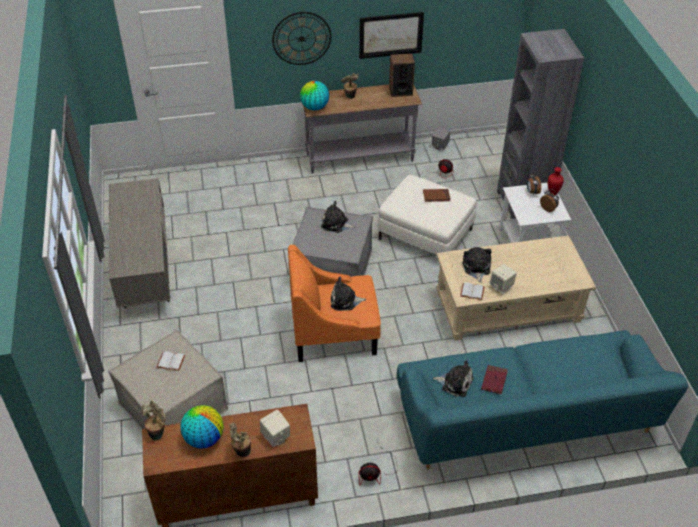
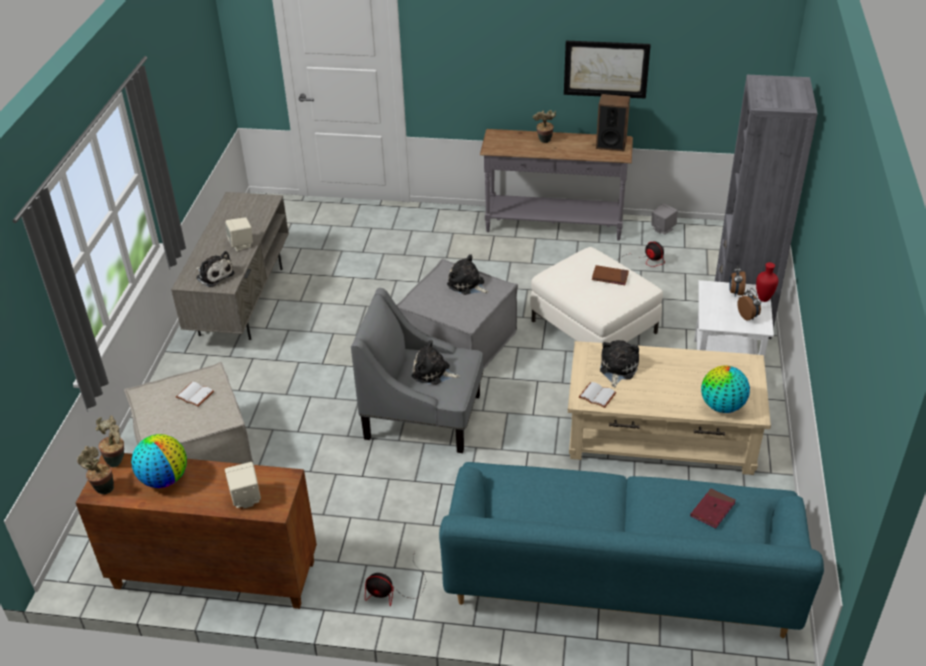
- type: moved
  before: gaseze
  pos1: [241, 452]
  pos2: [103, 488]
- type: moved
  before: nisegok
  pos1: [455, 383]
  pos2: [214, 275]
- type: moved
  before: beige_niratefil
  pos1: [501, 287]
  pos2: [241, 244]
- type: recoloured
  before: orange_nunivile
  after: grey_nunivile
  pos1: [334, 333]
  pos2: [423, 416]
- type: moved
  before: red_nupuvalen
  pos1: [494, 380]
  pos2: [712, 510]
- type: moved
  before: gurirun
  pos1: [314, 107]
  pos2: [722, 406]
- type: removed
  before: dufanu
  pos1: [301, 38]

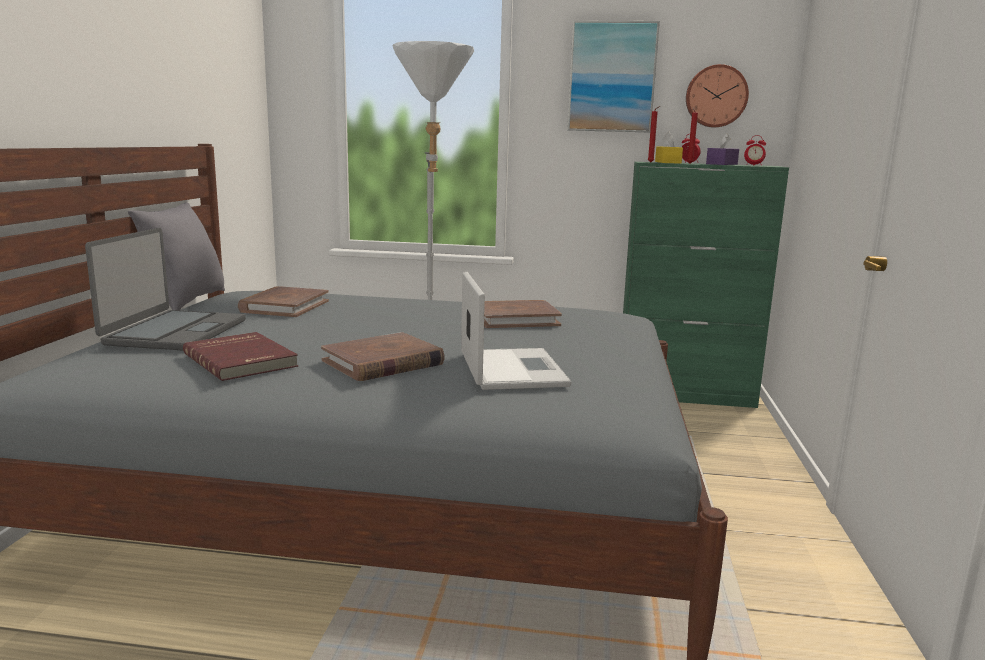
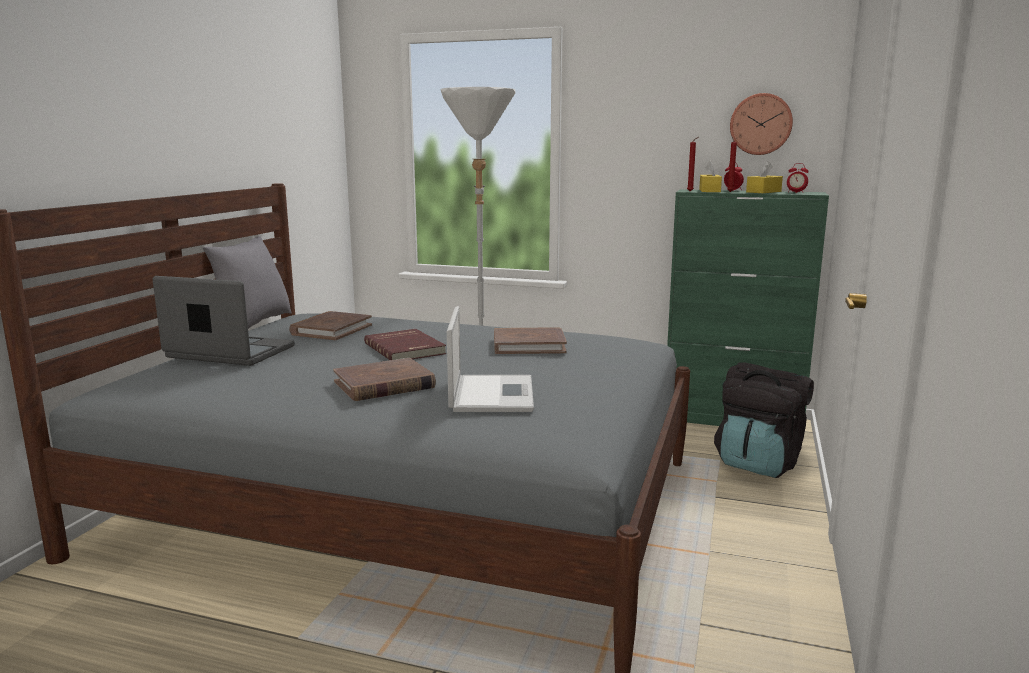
- type: turned
  before: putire
  pos1: [175, 332]
  pos2: [229, 352]
  turn: -90
- type: moved
  before: red_nupuvalen
  pos1: [242, 360]
  pos2: [406, 348]
- type: added
  after: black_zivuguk
  pos2: [759, 463]
- type: recoloured
  before: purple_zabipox
  after: yellow_zabipox
  pos1: [721, 164]
  pos2: [763, 192]
- type: removed
  before: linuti
  pos1: [612, 77]

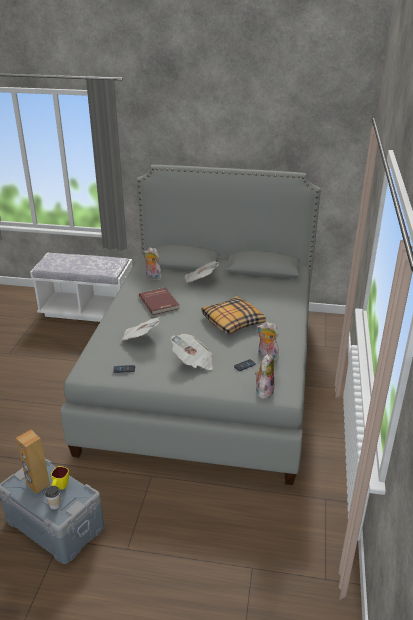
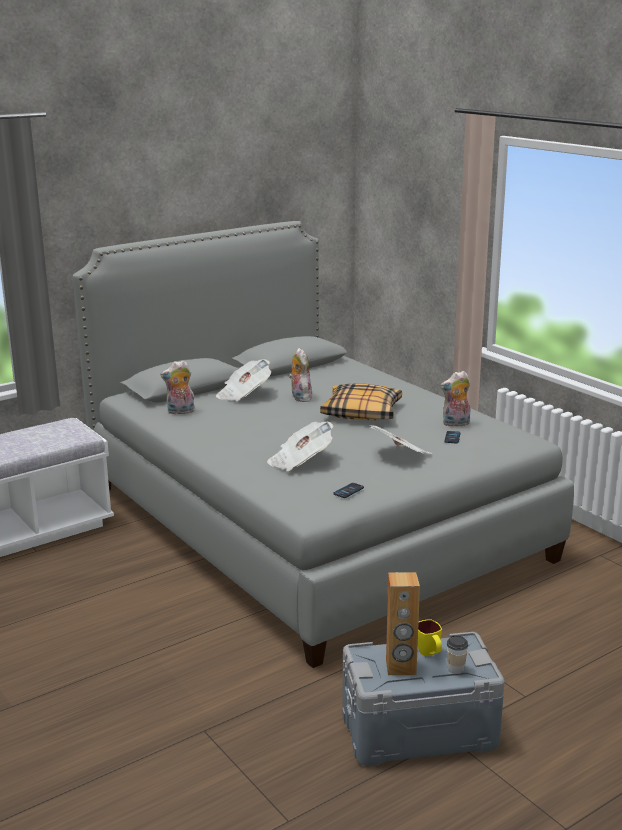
- type: moved
  before: nisegok
  pos1: [264, 391]
  pos2: [299, 397]
- type: removed
  before: red_nupuvalen
  pos1: [159, 302]

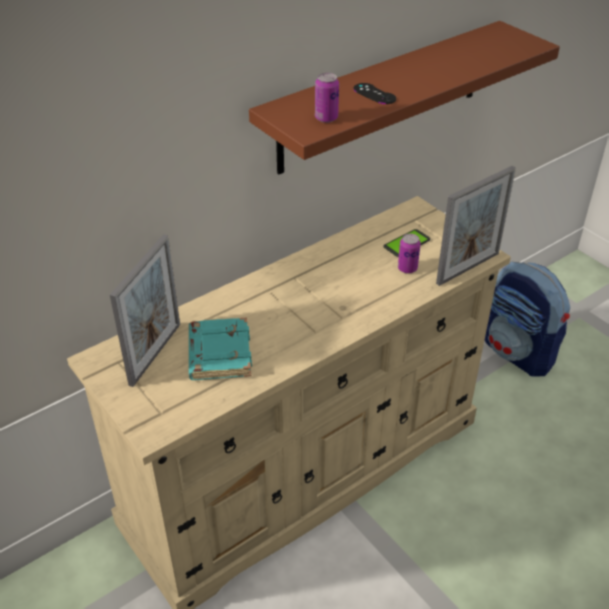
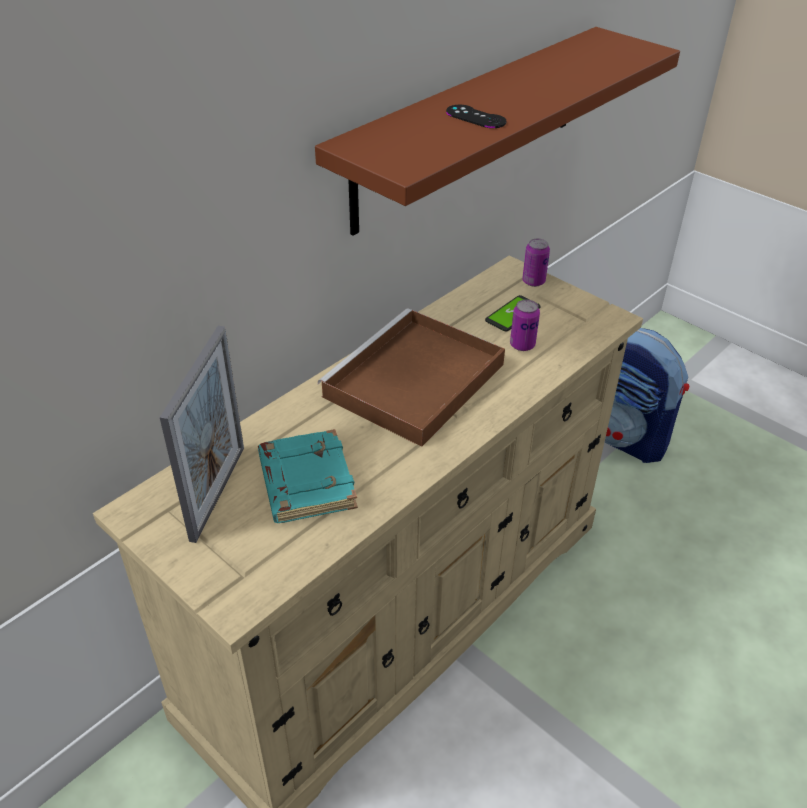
- type: added
  after: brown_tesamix
  pos2: [413, 382]
- type: moved
  before: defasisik
  pos1: [326, 118]
  pos2: [533, 281]
- type: removed
  before: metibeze
  pos1: [468, 268]

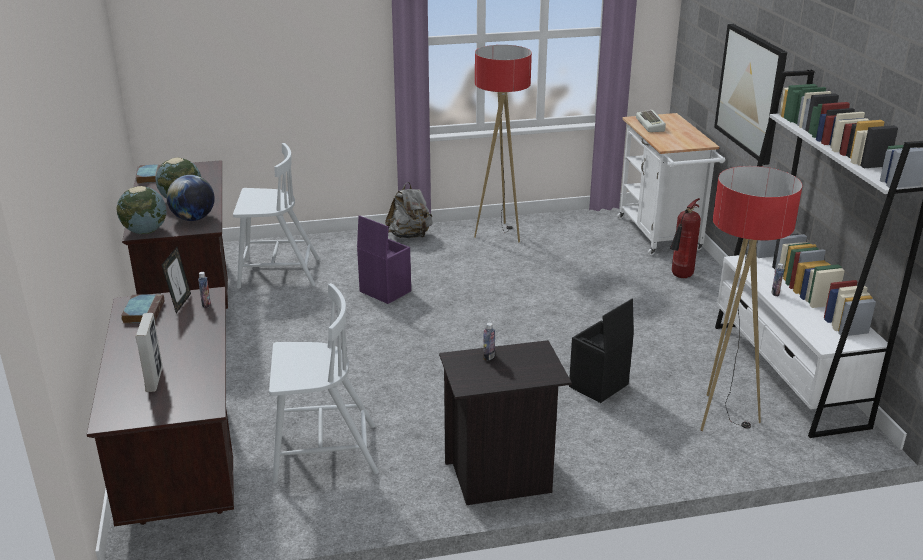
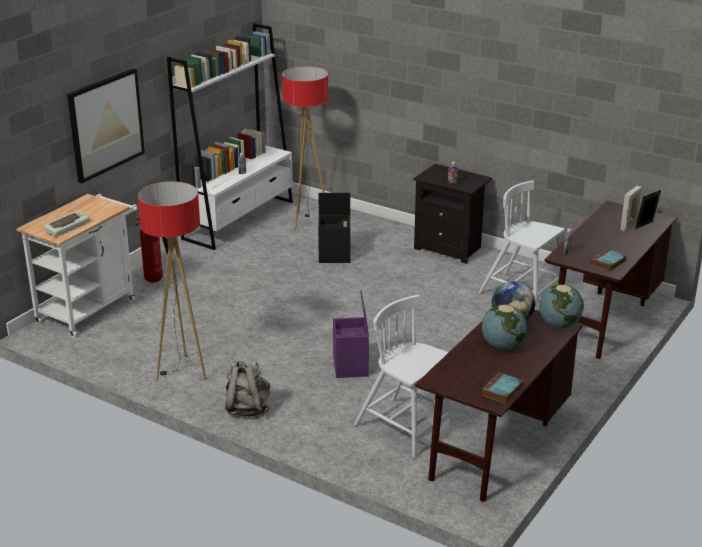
- type: moved
  before: metibeze
  pos1: [180, 303]
  pos2: [645, 226]

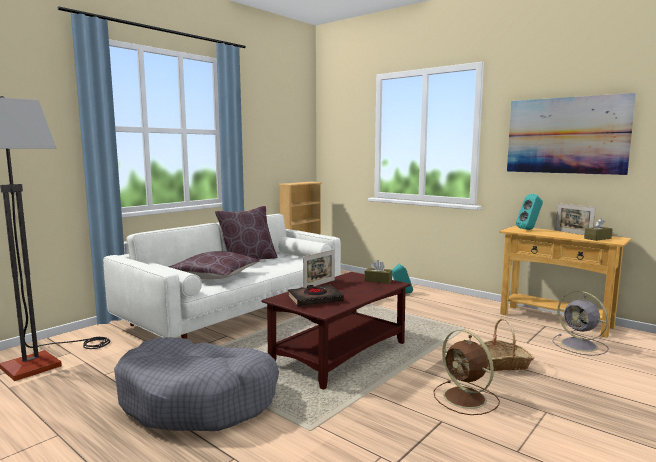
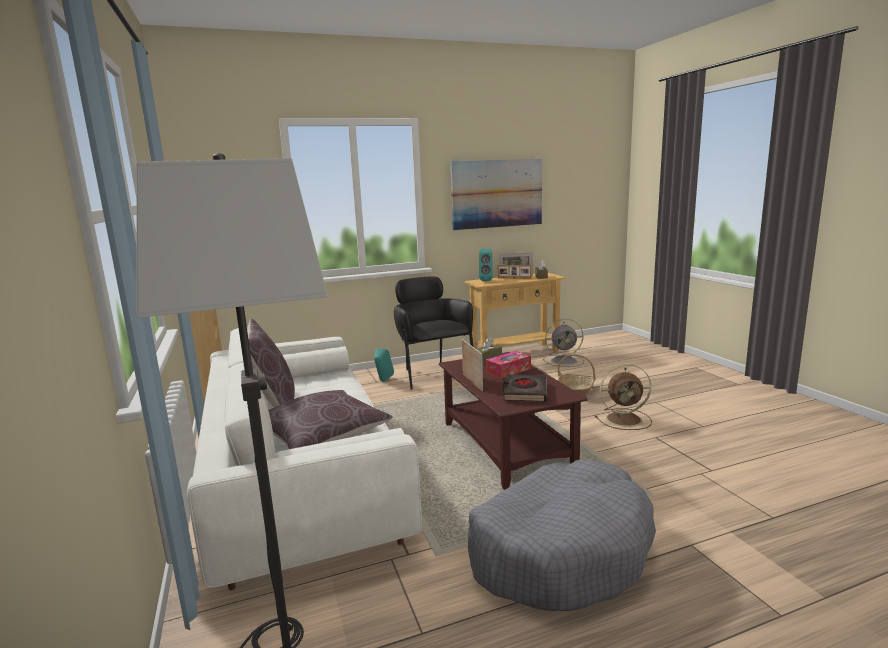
- type: added
  after: black_nunivile
  pos2: [432, 373]
- type: added
  after: zabipox
  pos2: [508, 370]
- type: added
  after: metibeze
  pos2: [514, 278]

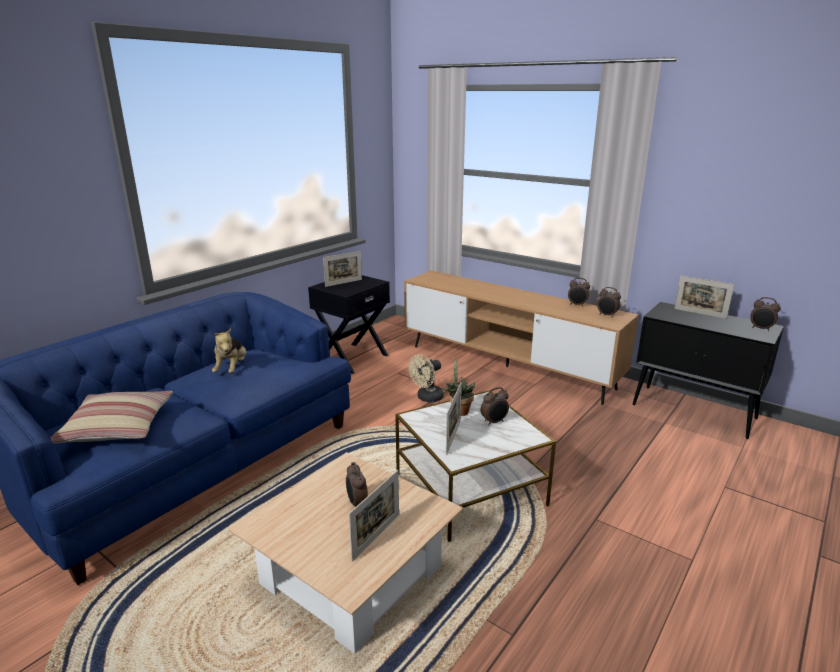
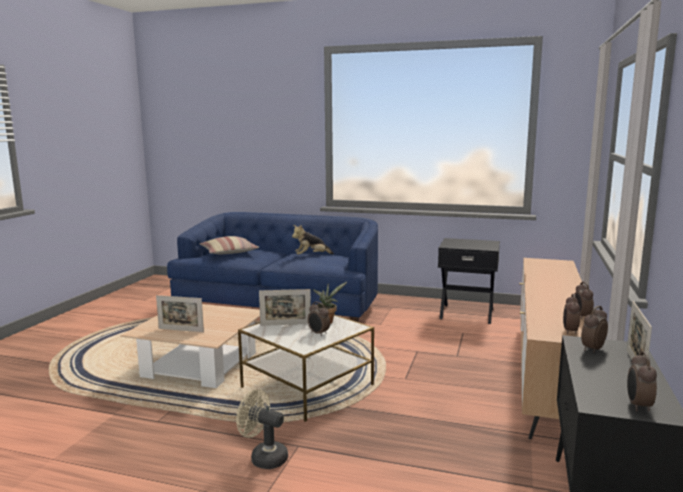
- type: moved
  before: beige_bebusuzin
  pos1: [427, 398]
  pos2: [264, 457]
- type: moved
  before: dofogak
  pos1: [356, 503]
  pos2: [592, 349]
- type: removed
  before: metibeze
  pos1: [343, 283]

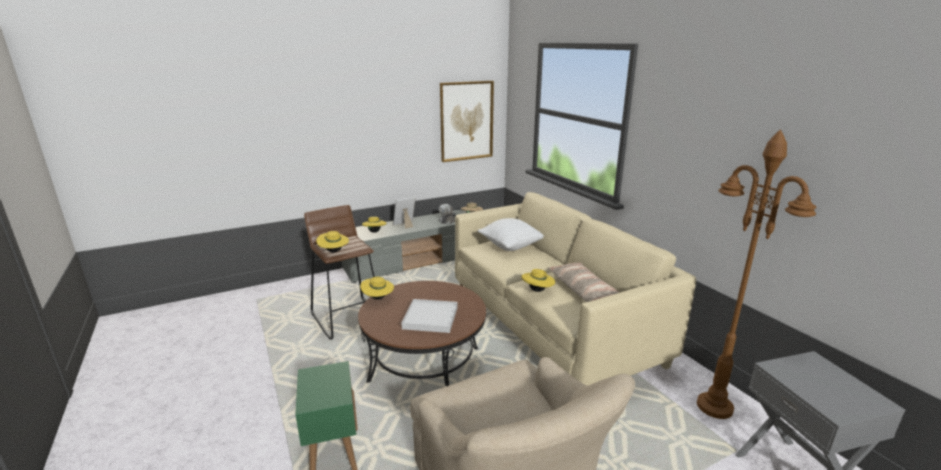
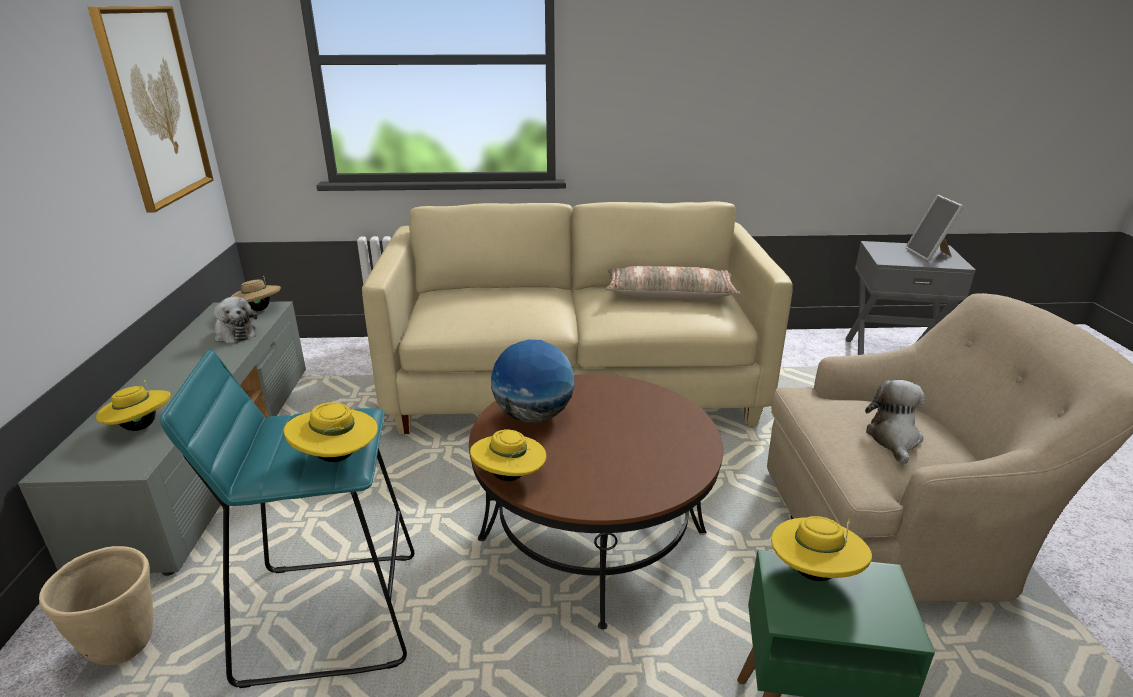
- type: added
  after: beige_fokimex
  pos2: [124, 646]
- type: recoloured
  before: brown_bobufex
  after: turquoise_bobufex
  pos1: [348, 318]
  pos2: [330, 615]
- type: added
  after: gurirun
  pos2: [533, 416]
- type: moved
  before: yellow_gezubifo
  pos1: [537, 290]
  pos2: [814, 573]
- type: added
  after: nisegok
  pos2: [894, 439]
- type: moved
  before: metibeze
  pos1: [405, 225]
  pos2: [929, 254]
- type: removed
  before: white_tesamix
  pos1: [430, 318]
- type: removed
  before: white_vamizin
  pos1: [511, 246]
- type: removed
  before: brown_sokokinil
  pos1: [715, 407]

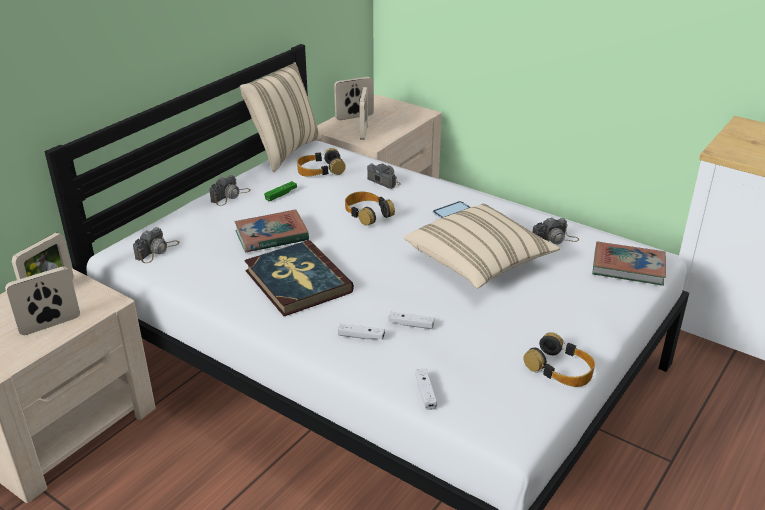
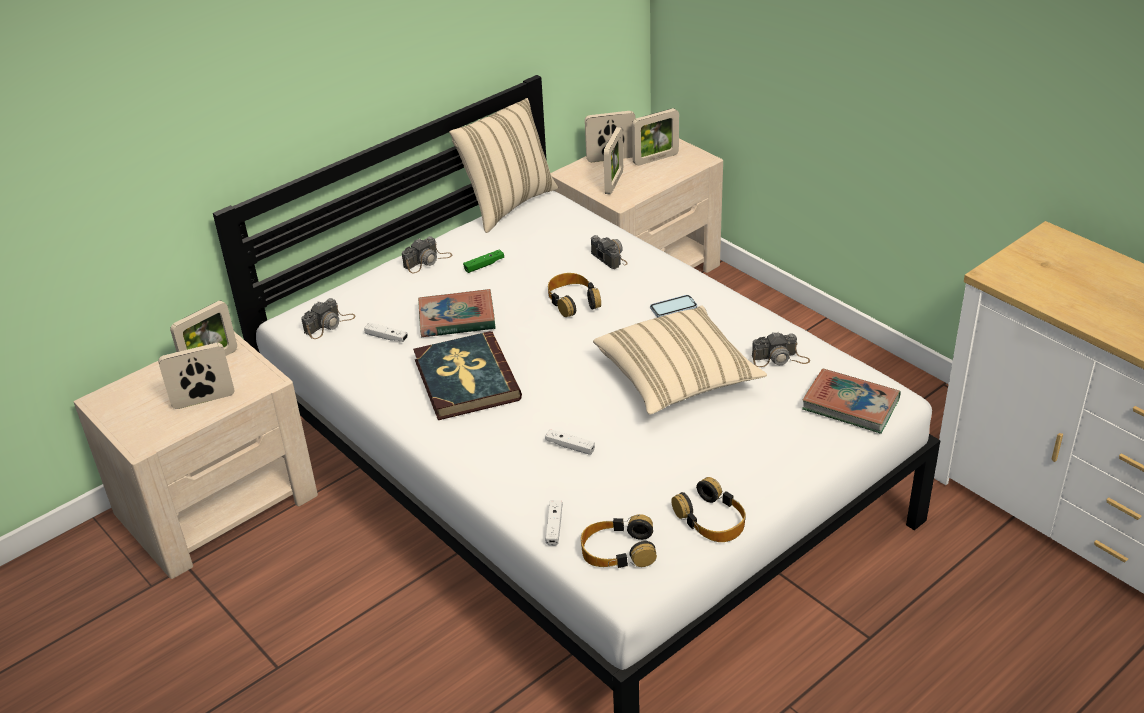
- type: moved
  before: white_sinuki
  pos1: [361, 336]
  pos2: [386, 337]
- type: moved
  before: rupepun
  pos1: [320, 170]
  pos2: [618, 551]
- type: added
  after: metibeze
  pos2: [655, 159]

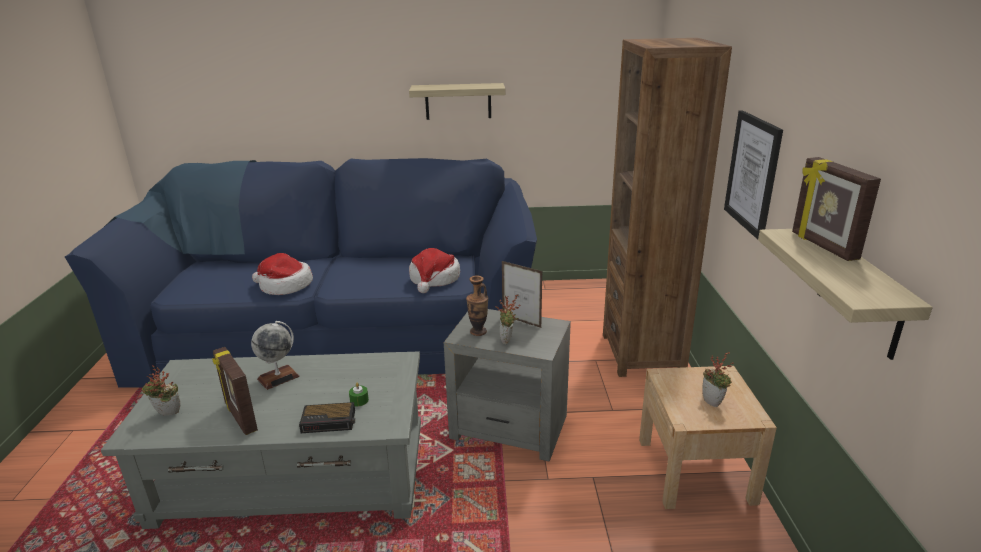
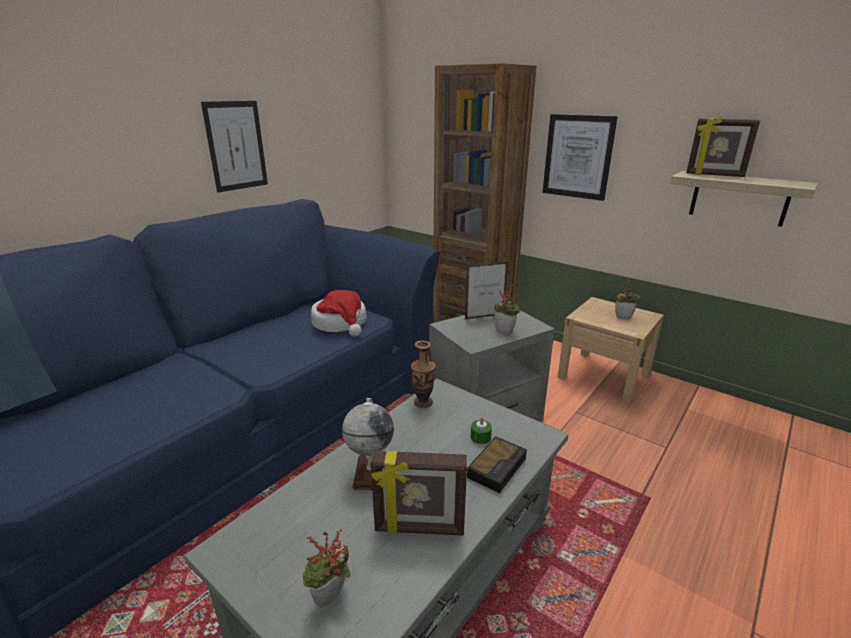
- type: replaced
  before: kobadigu
  after: linuti
  pos1: [458, 101]
  pos2: [236, 146]
- type: moved
  before: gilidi
  pos1: [478, 332]
  pos2: [423, 403]
- type: removed
  before: gezubifo
  pos1: [285, 286]

